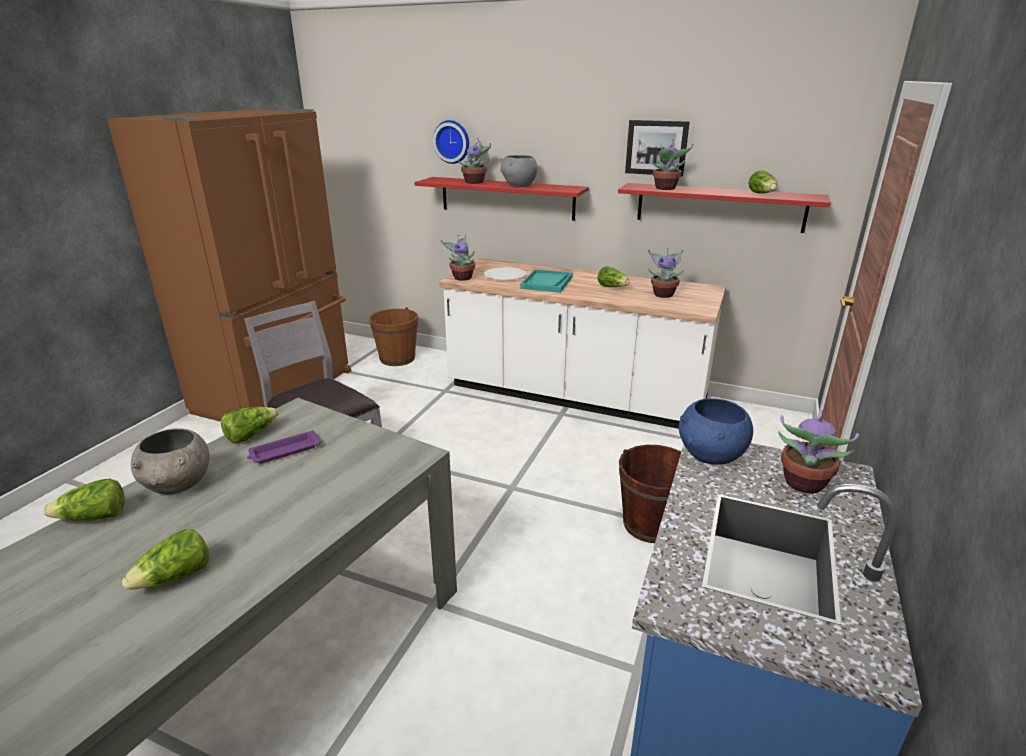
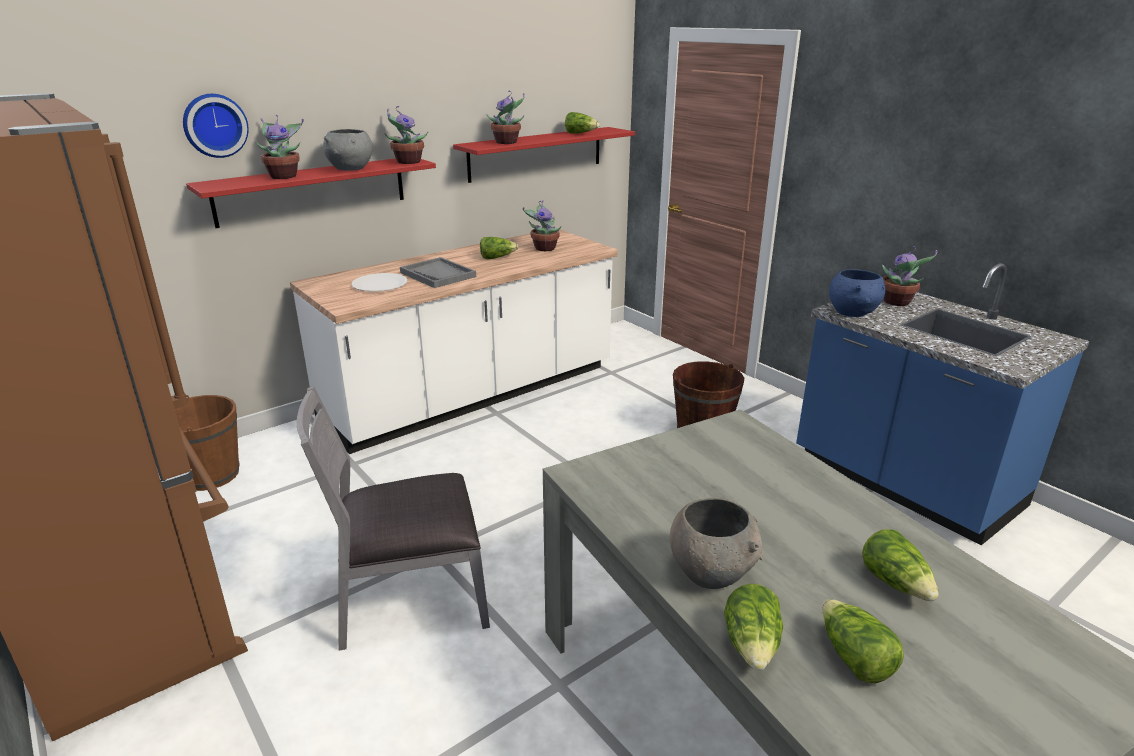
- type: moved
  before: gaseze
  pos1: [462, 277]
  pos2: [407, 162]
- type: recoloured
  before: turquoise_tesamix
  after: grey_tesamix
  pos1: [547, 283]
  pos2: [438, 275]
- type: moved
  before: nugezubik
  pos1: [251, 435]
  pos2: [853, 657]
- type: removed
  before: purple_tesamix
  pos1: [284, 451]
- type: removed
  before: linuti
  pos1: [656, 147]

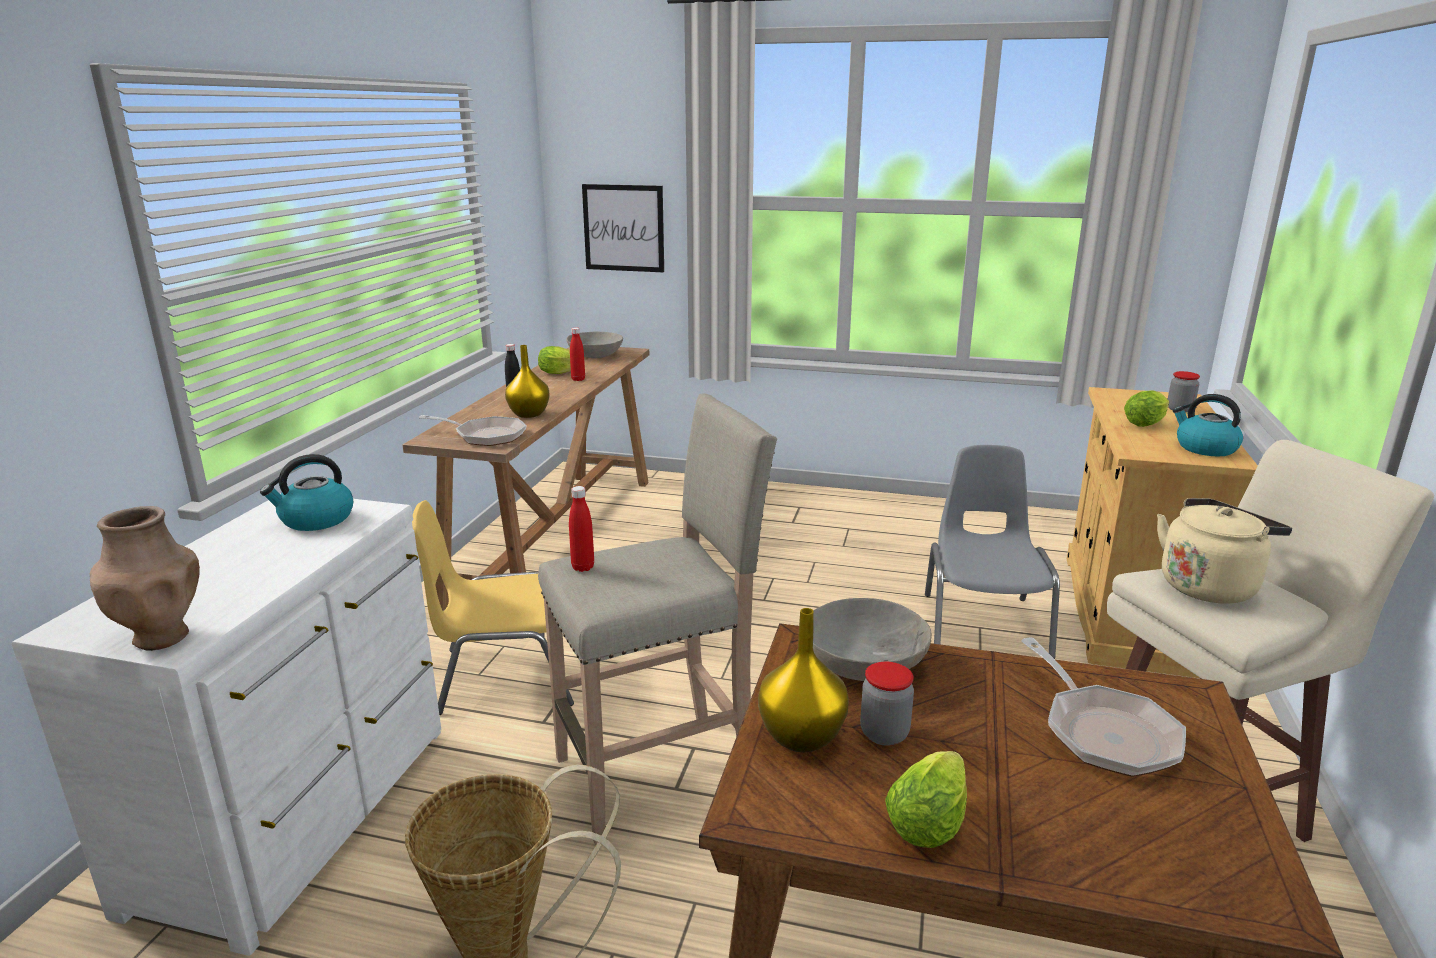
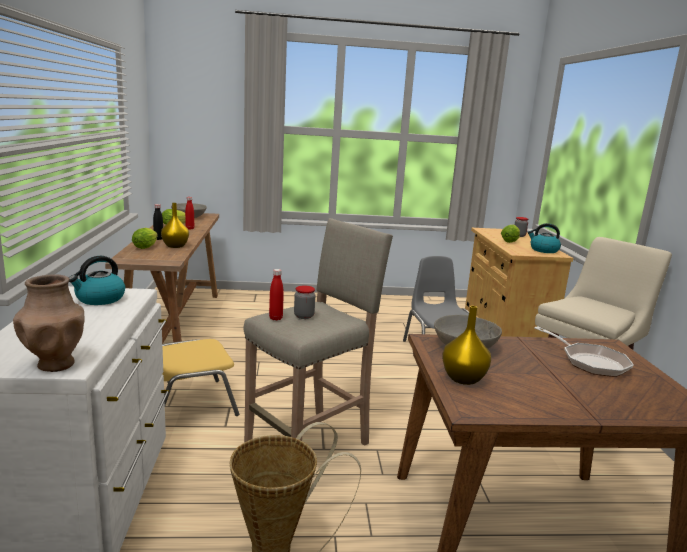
- type: moved
  before: nugezubik
  pos1: [930, 820]
  pos2: [146, 247]
- type: moved
  before: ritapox
  pos1: [884, 734]
  pos2: [304, 316]
- type: removed
  before: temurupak
  pos1: [485, 436]
- type: removed
  before: linuti
  pos1: [623, 228]
- type: removed
  before: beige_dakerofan
  pos1: [1210, 585]

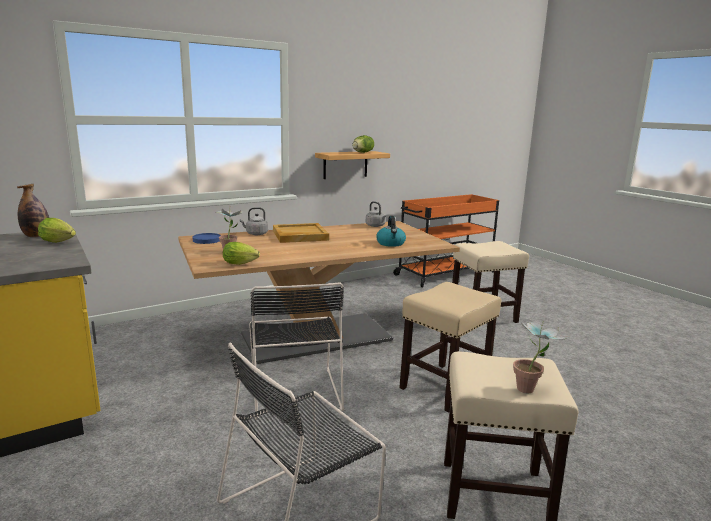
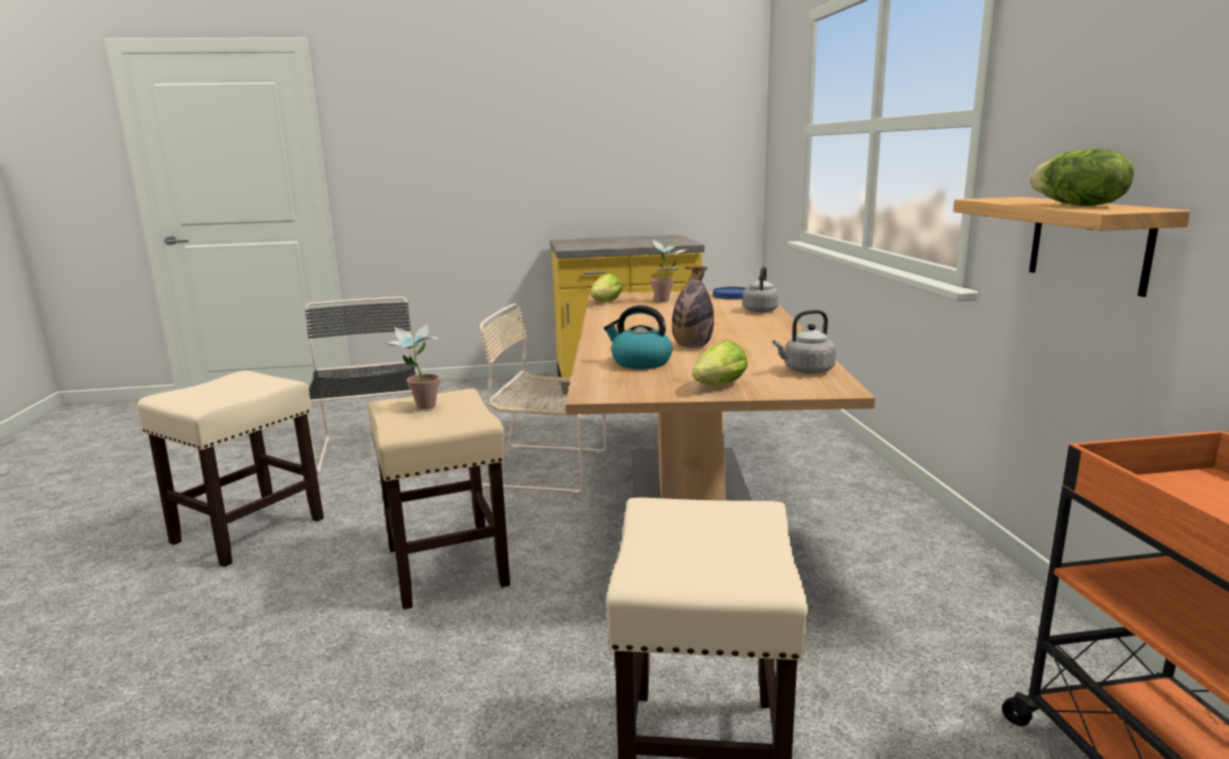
- type: moved
  before: gaseze
  pos1: [531, 389]
  pos2: [421, 408]
- type: recoloured
  before: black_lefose
  after: beige_lefose
  pos1: [295, 390]
  pos2: [548, 468]
- type: moved
  before: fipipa
  pos1: [37, 236]
  pos2: [692, 347]
- type: moved
  before: nugezubik
  pos1: [60, 242]
  pos2: [717, 387]
- type: removed
  before: beige_tesamix
  pos1: [299, 235]

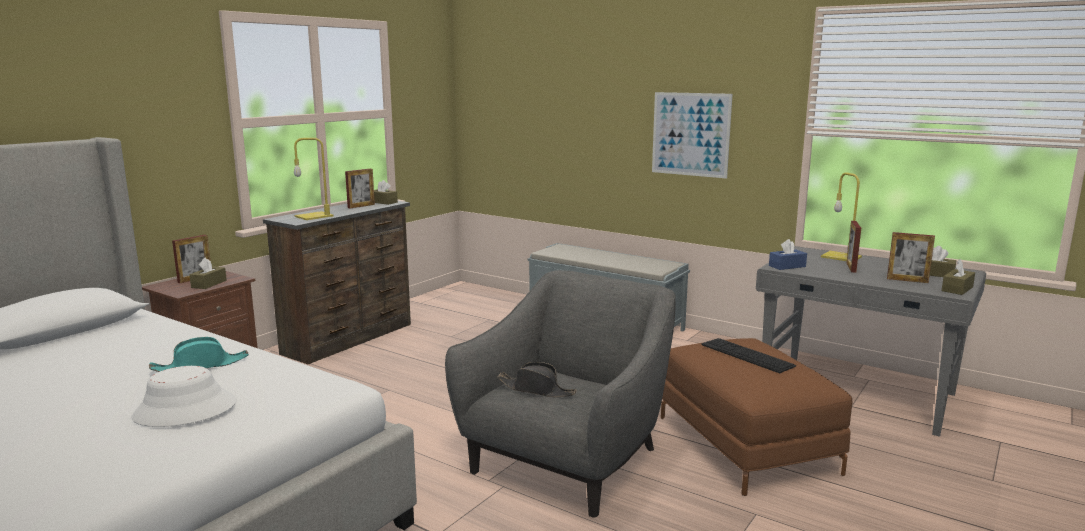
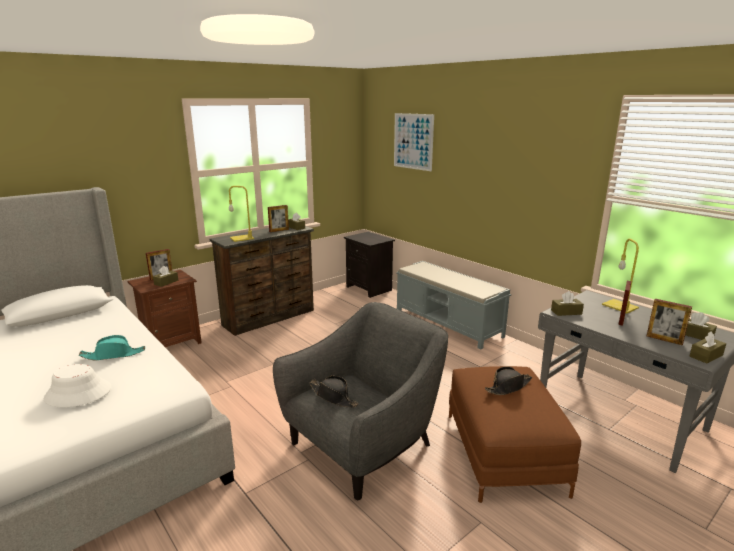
- type: added
  after: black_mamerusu
  pos2: [370, 288]
- type: moved
  before: linuti
  pos1: [690, 134]
  pos2: [413, 141]
- type: replaced
  before: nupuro
  after: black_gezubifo
  pos1: [747, 355]
  pos2: [508, 387]
- type: recoloured
  before: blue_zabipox
  after: brown_zabipox
  pos1: [787, 266]
  pos2: [566, 312]

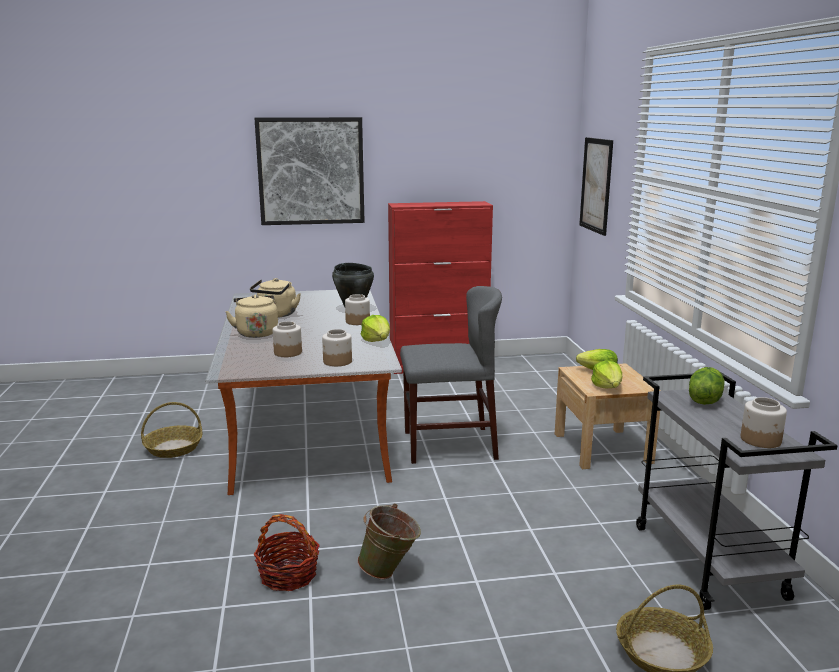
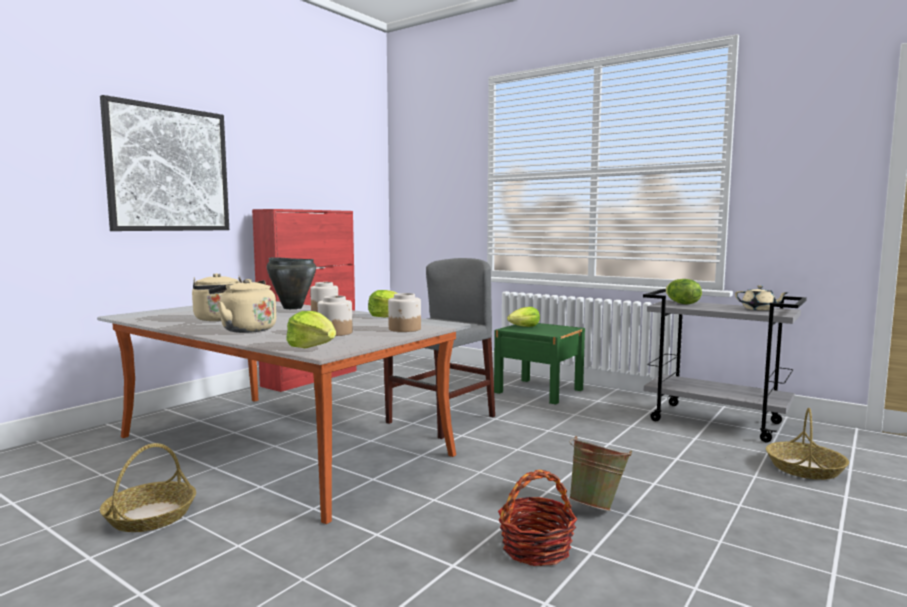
- type: moved
  before: nugezubik
  pos1: [607, 387]
  pos2: [312, 347]
- type: recoloured
  before: beige_mamerusu
  after: green_mamerusu
  pos1: [602, 448]
  pos2: [538, 391]
- type: replaced
  before: ritapox
  after: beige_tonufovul
  pos1: [761, 440]
  pos2: [759, 309]
- type: removed
  before: linuti
  pos1: [596, 185]

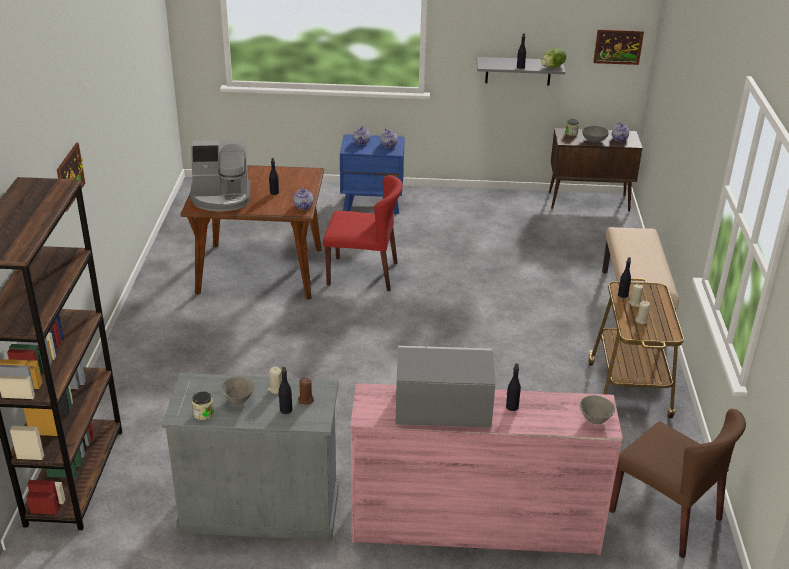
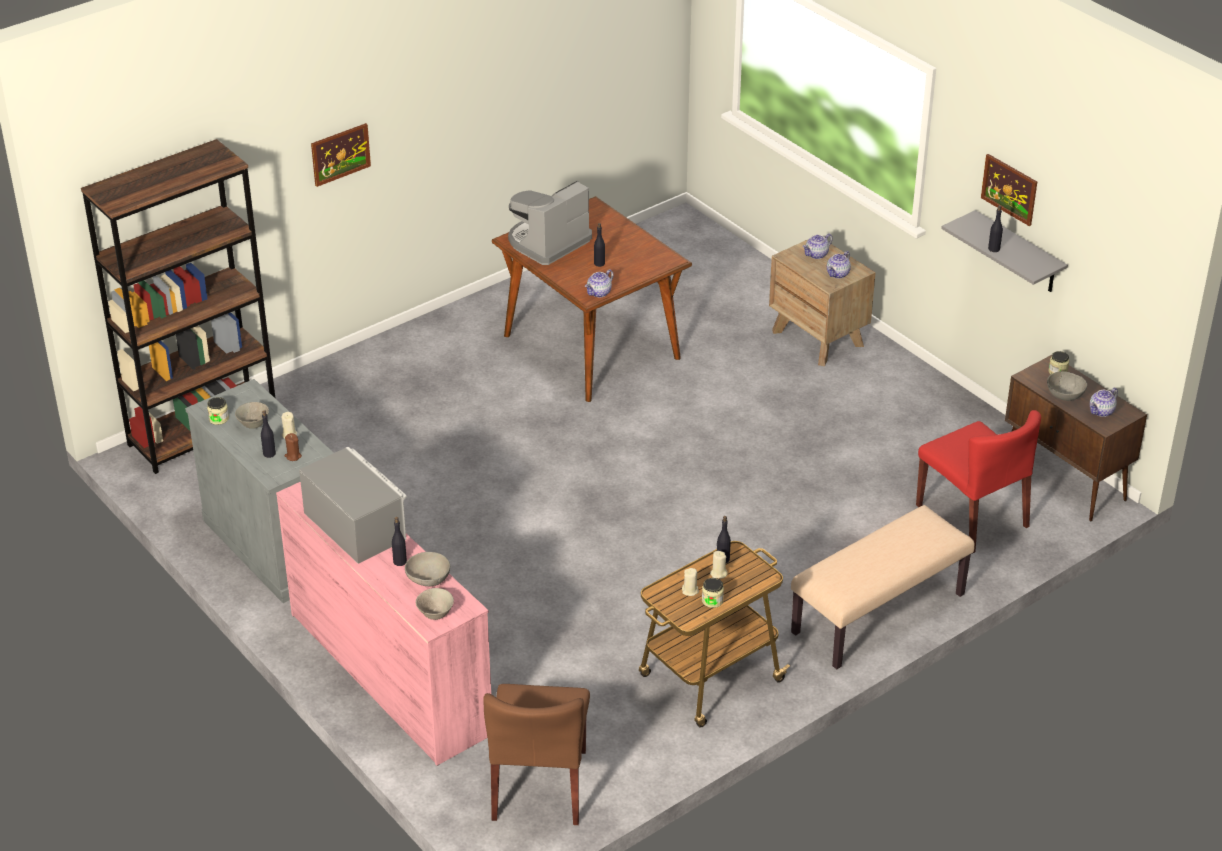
- type: added
  after: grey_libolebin
  pos2: [429, 580]
- type: turned
  before: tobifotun
  pos1: [221, 197]
  pos2: [547, 242]
  turn: 90
- type: added
  after: ritapox
  pos2: [712, 601]
- type: recoloured
  before: blue_mamerusu
  after: brown_mamerusu
  pos1: [372, 203]
  pos2: [818, 338]
- type: moved
  before: red_lefose
  pos1: [363, 273]
  pos2: [972, 516]
- type: moved
  before: linuti
  pos1: [618, 46]
  pos2: [1009, 189]
- type: removed
  before: nugezubik
  pos1: [552, 67]

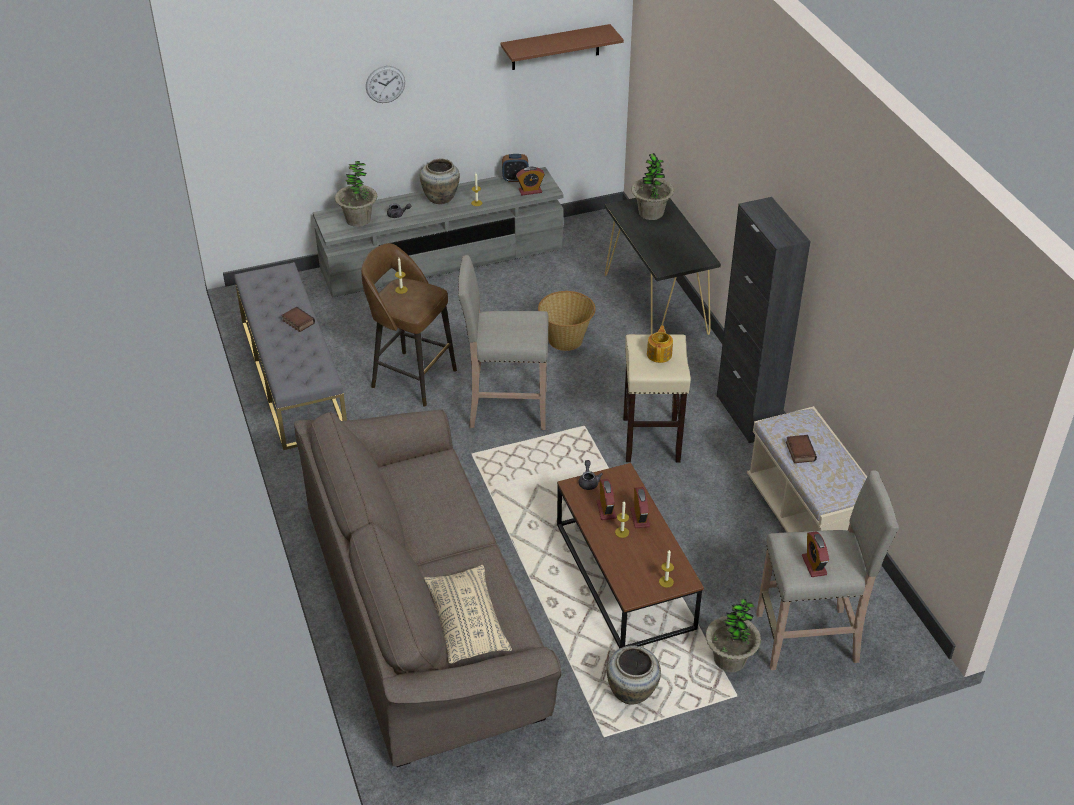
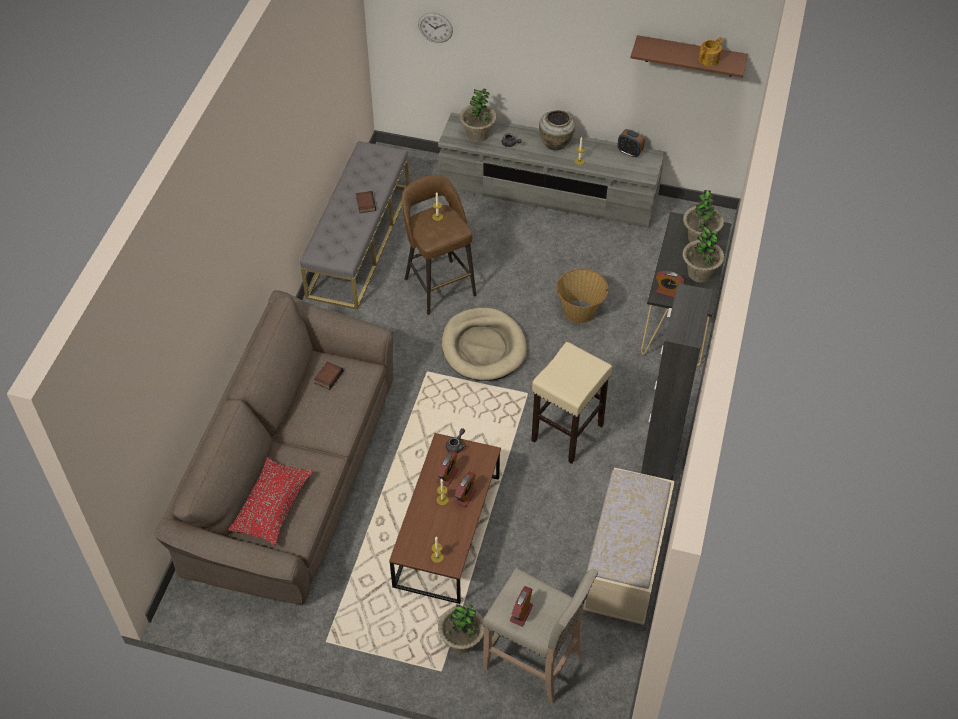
- type: recoloured
  before: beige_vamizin
  after: red_vamizin
  pos1: [467, 622]
  pos2: [272, 506]
- type: moved
  before: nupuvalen
  pos1: [799, 451]
  pos2: [328, 377]
- type: moved
  before: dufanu
  pos1: [385, 84]
  pos2: [435, 27]
- type: replaced
  before: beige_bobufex
  after: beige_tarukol
  pos1: [506, 408]
  pos2: [483, 347]
- type: moved
  before: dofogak
  pos1: [530, 191]
  pos2: [667, 292]
- type: added
  after: gaseze
  pos2: [699, 273]
- type: moved
  before: tonufovul
  pos1: [659, 354]
  pos2: [709, 59]
- type: removed
  before: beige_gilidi
  pos1: [631, 693]

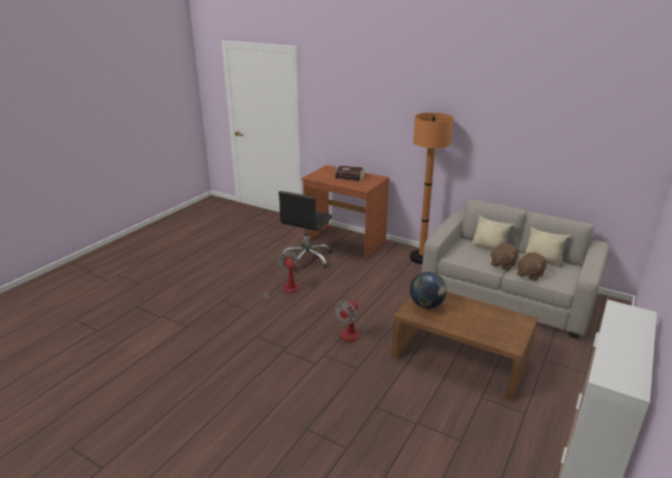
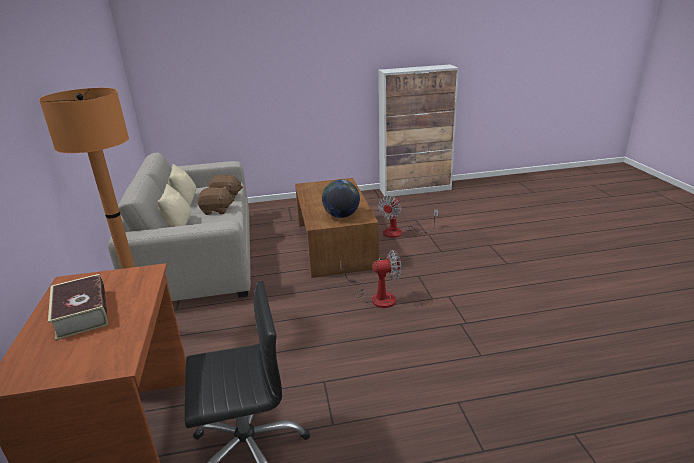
- type: moved
  before: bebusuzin
  pos1: [287, 291]
  pos2: [400, 232]

